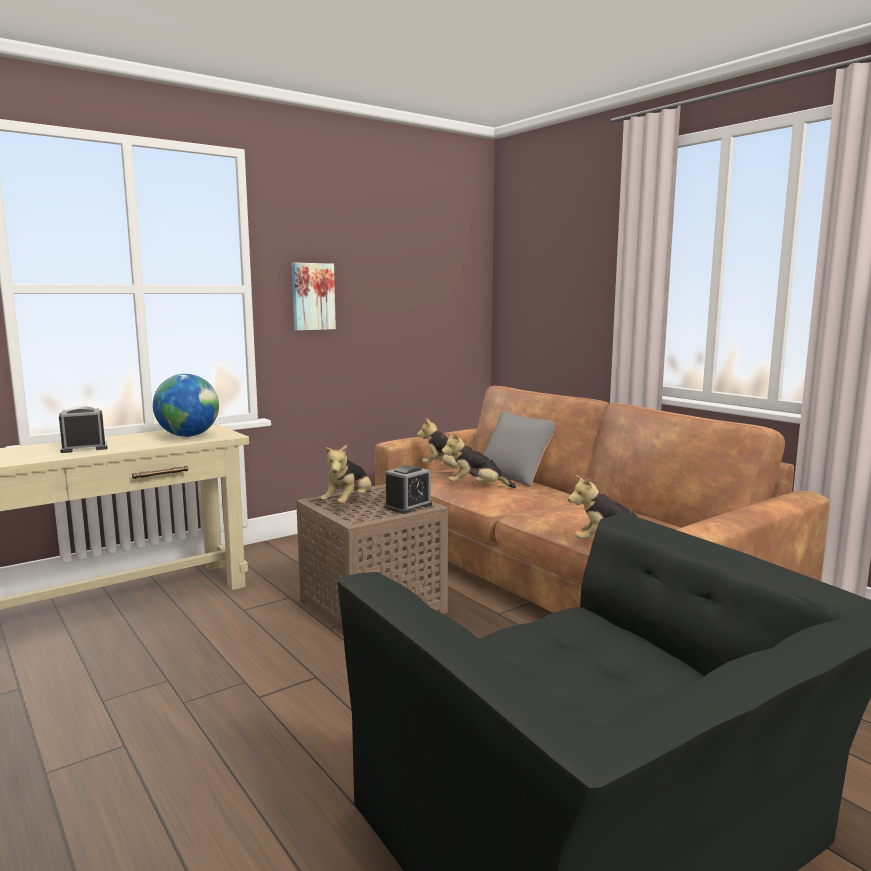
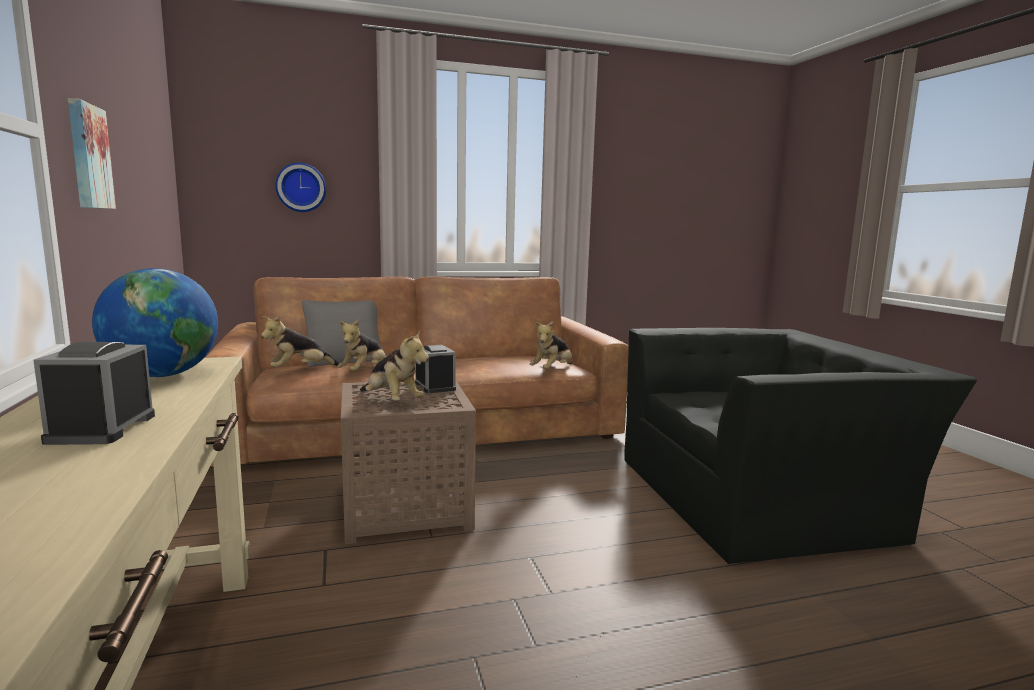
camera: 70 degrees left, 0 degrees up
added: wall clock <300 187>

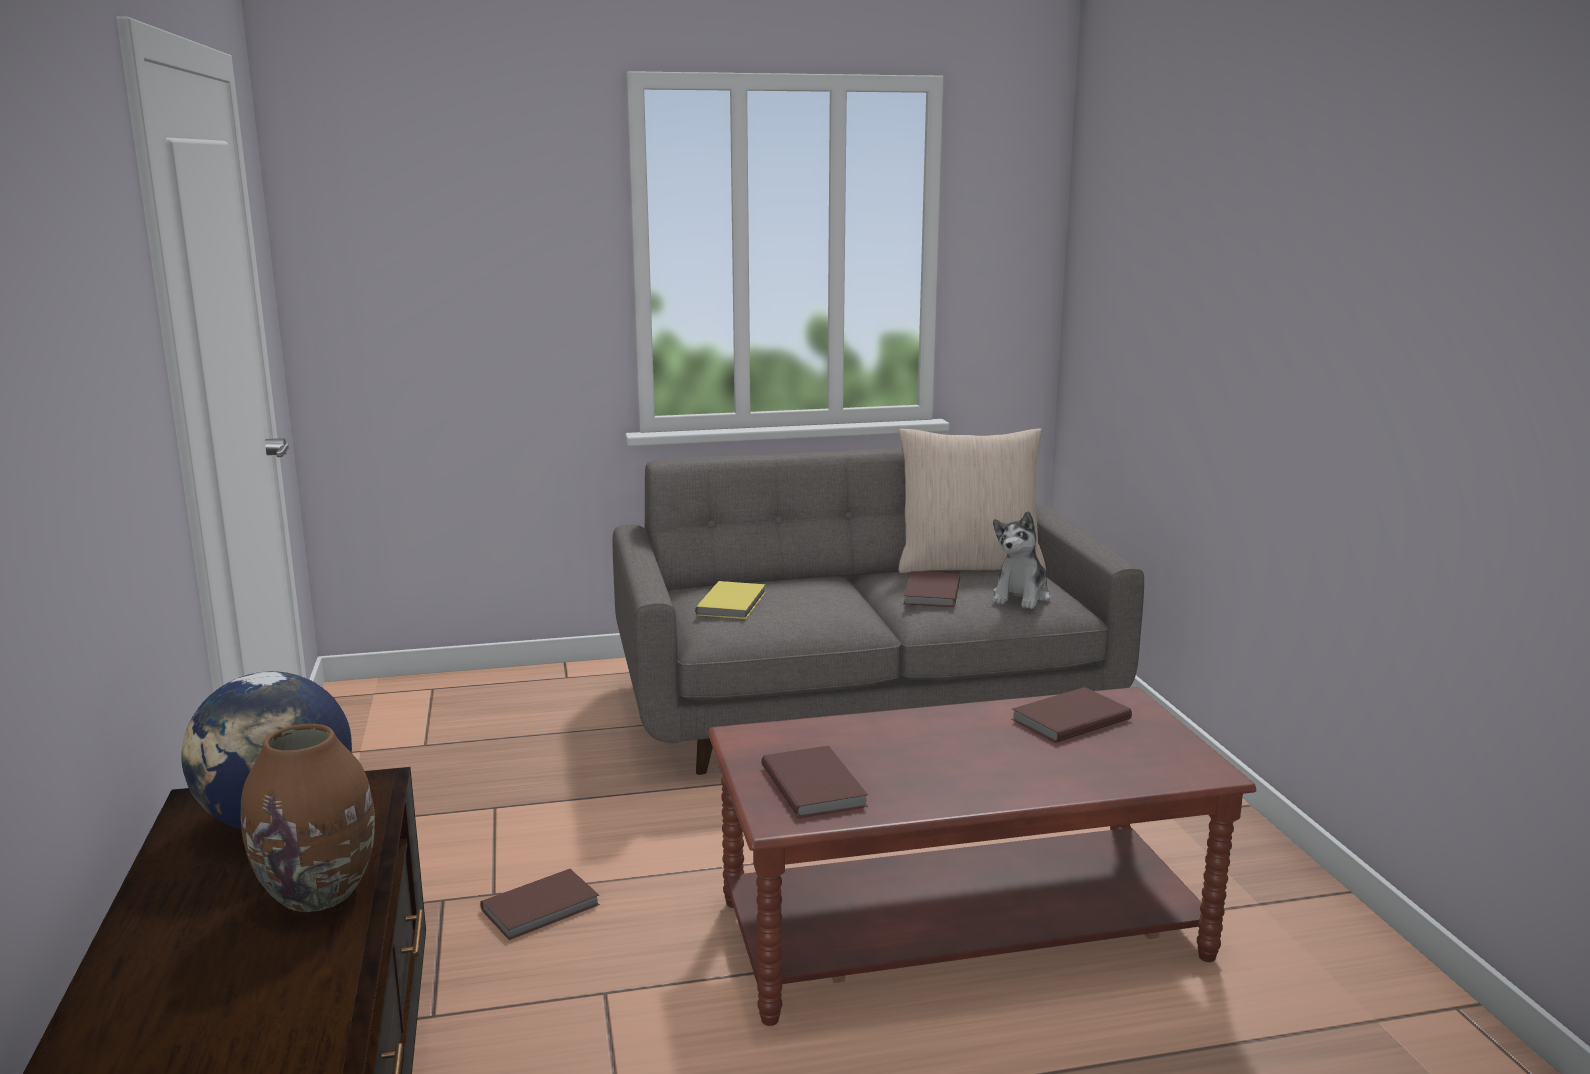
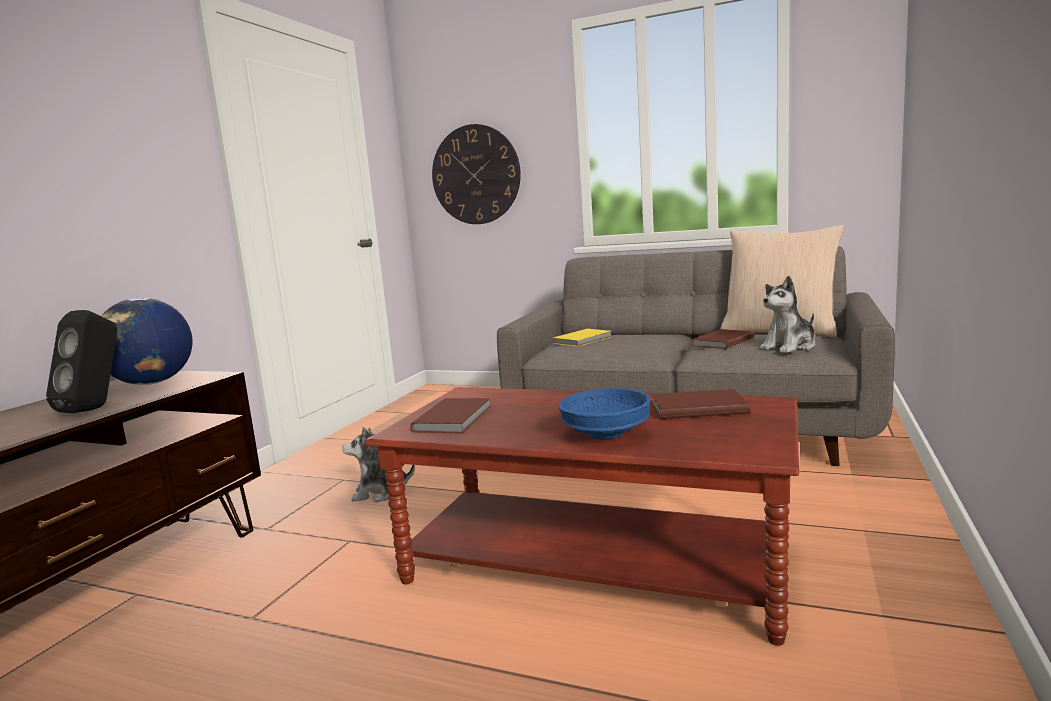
camera: 35 degrees right, 5 degrees down
added: wall clock <476 174>; blue bowl <604 414>
replaced: brown vase <308 818> to black speaker <81 361>; brown book <540 904> to plush toy <379 464>

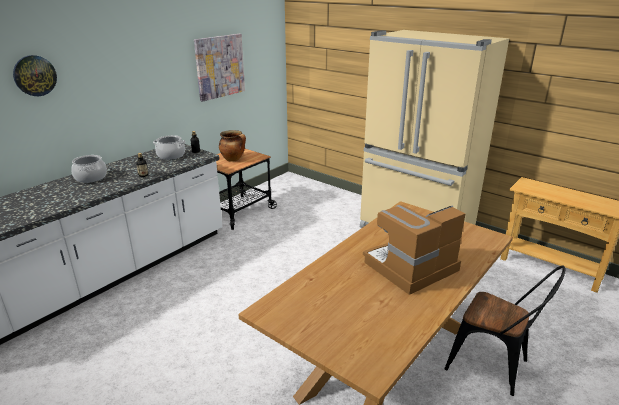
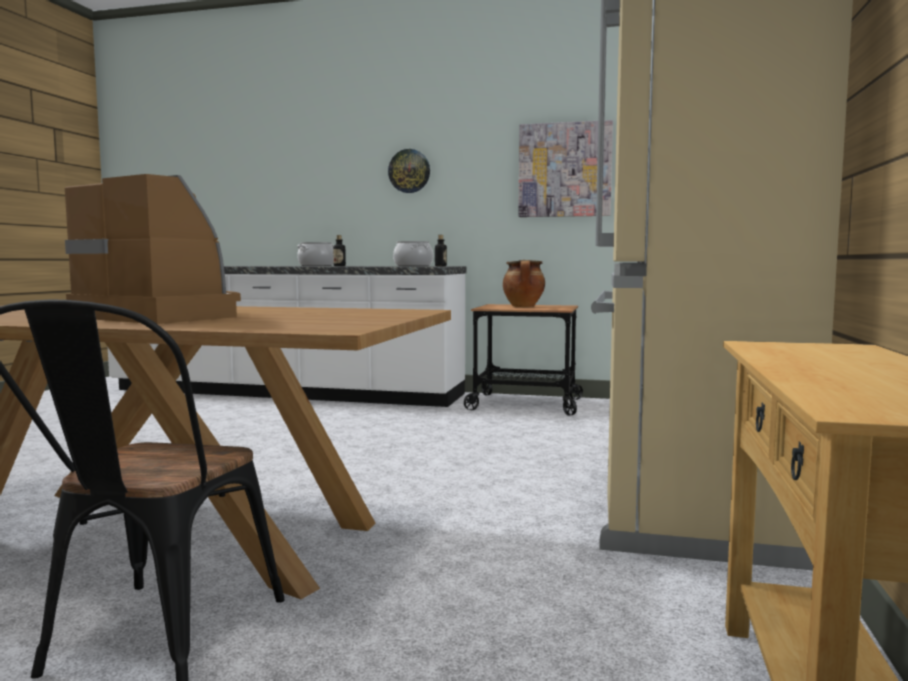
camera: 65 degrees right, 20 degrees down
moved: wall clock <35 75> to <409 171>

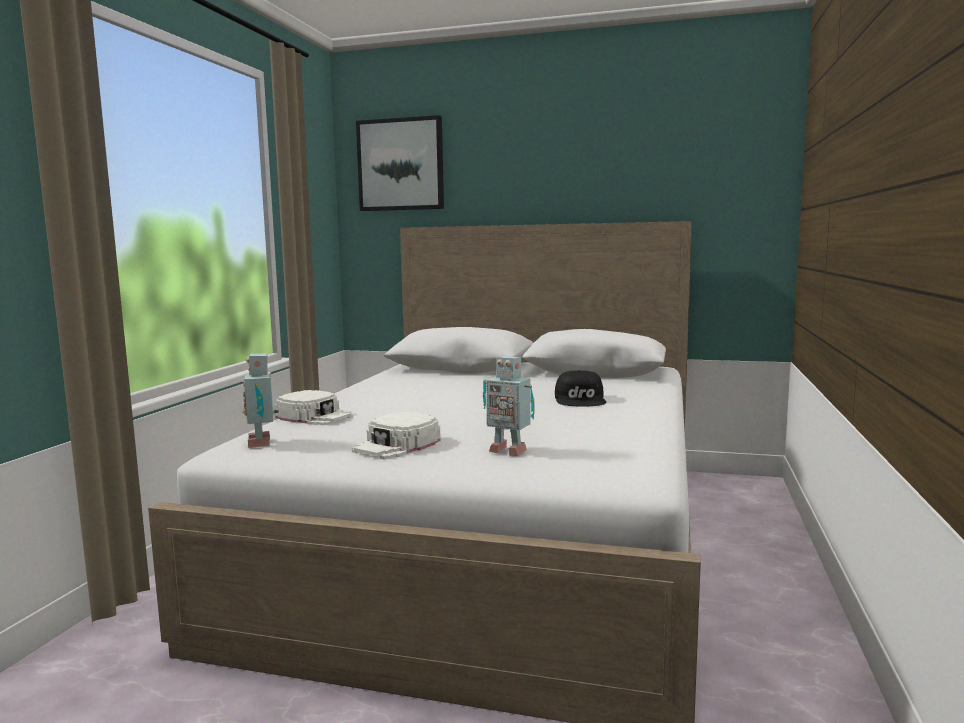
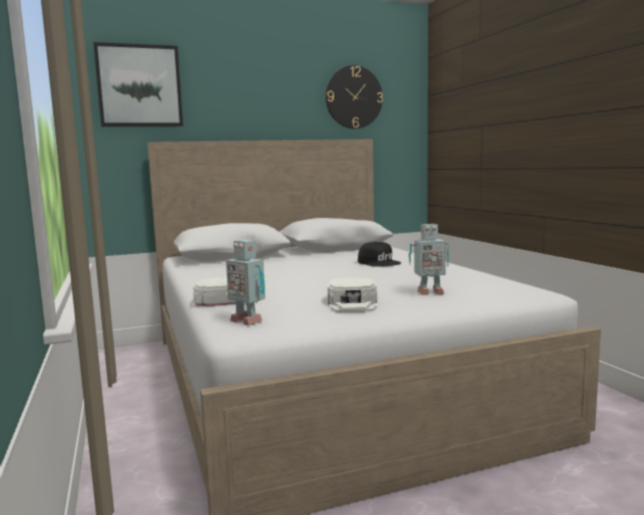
camera: 35 degrees left, 0 degrees up
added: wall clock <354 97>

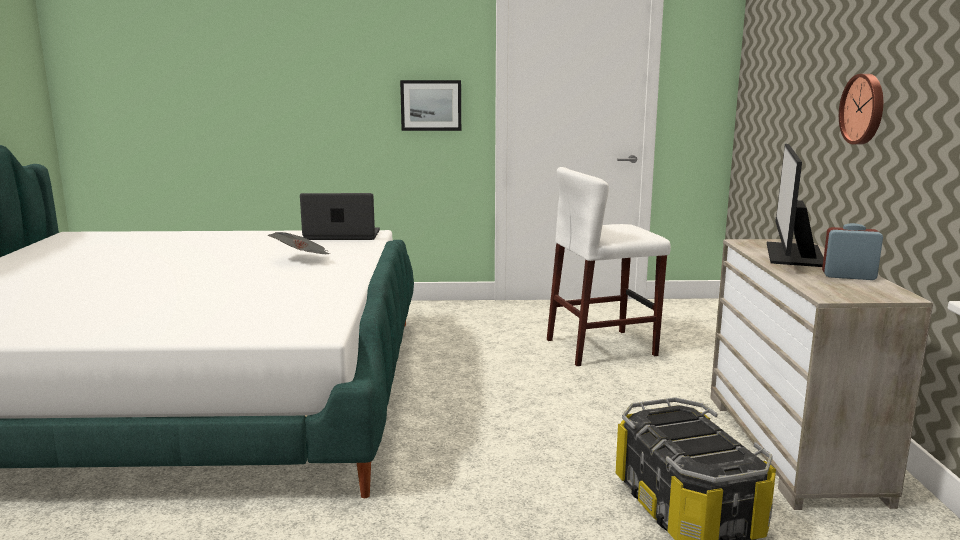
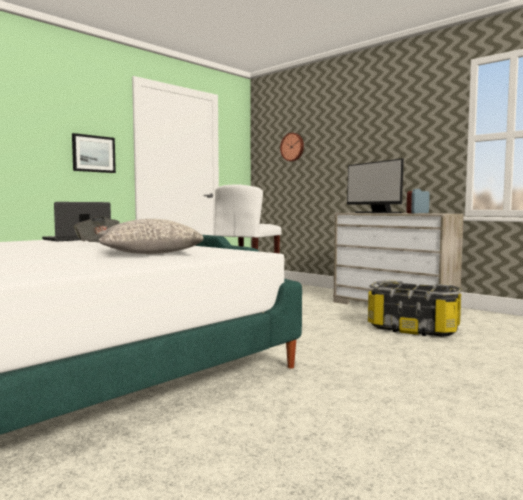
camera: 45 degrees left, 10 degrees down
added: grey pillow <150 236>
moved: wall clock <861 109> to <292 147>

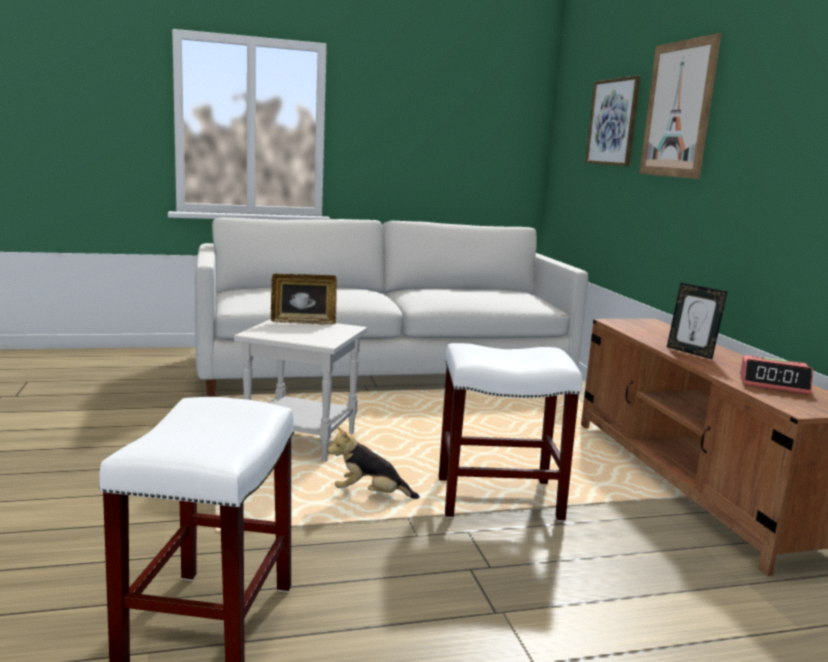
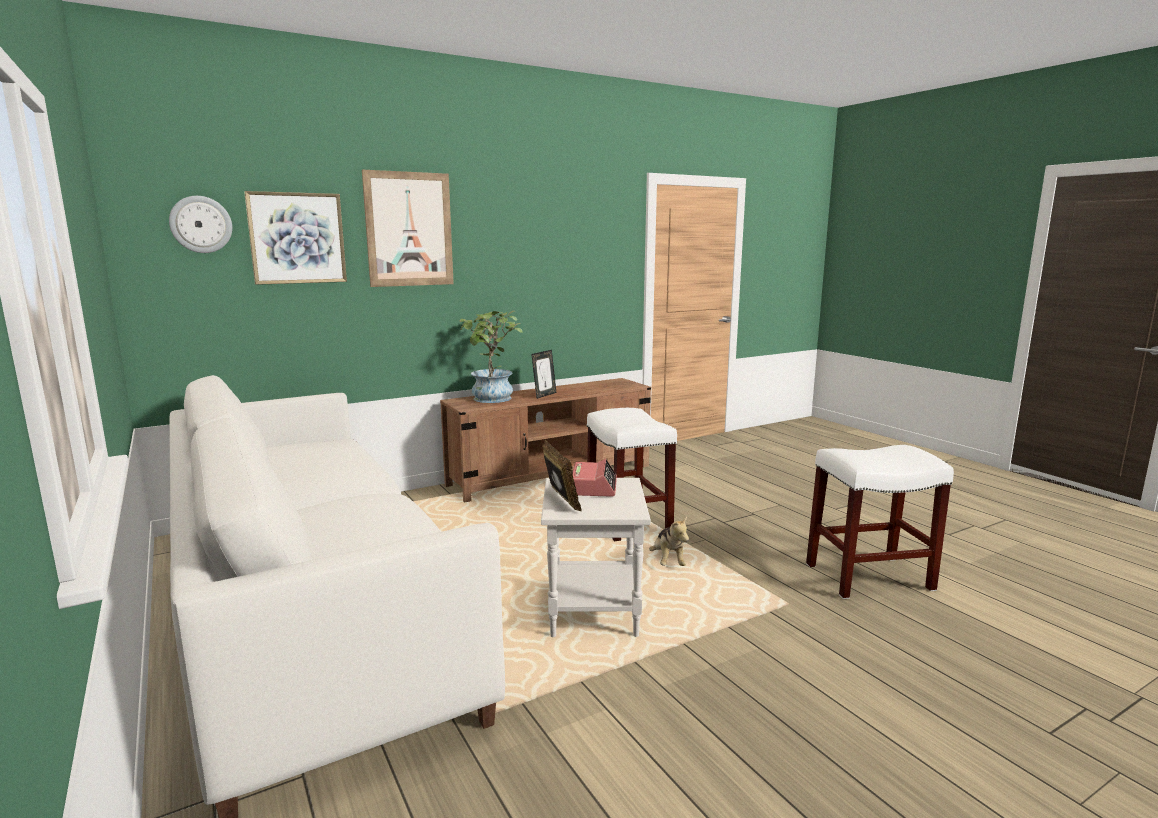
camera: 105 degrees left, 0 degrees up
added: wall clock <200 224>; potted plant <490 357>
moved: alarm clock <776 375> to <595 478>

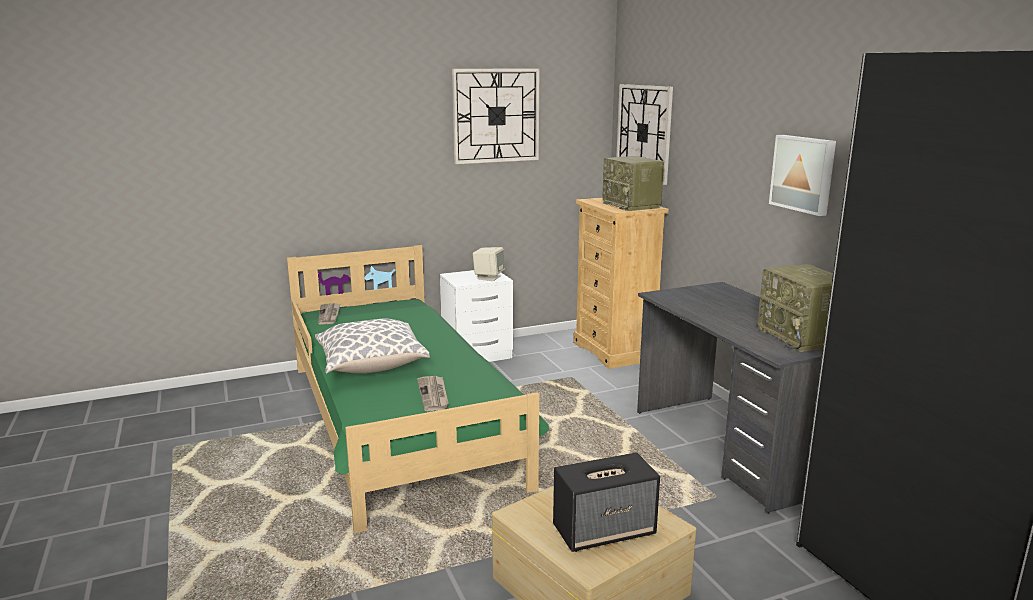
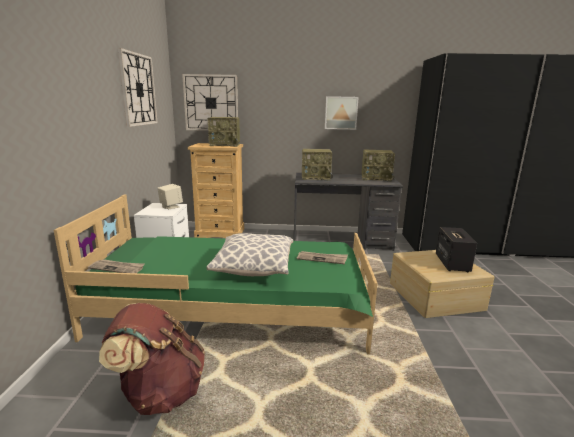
camera: 65 degrees left, 0 degrees up
added: brown backpack <152 359>; radio <317 164>

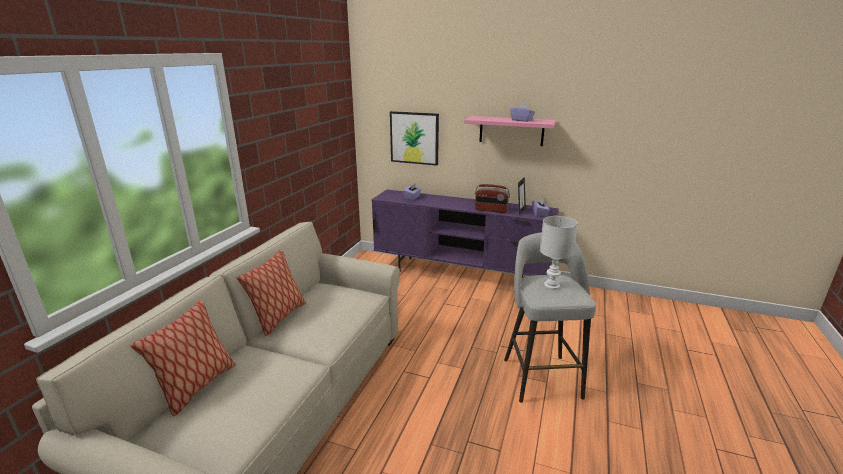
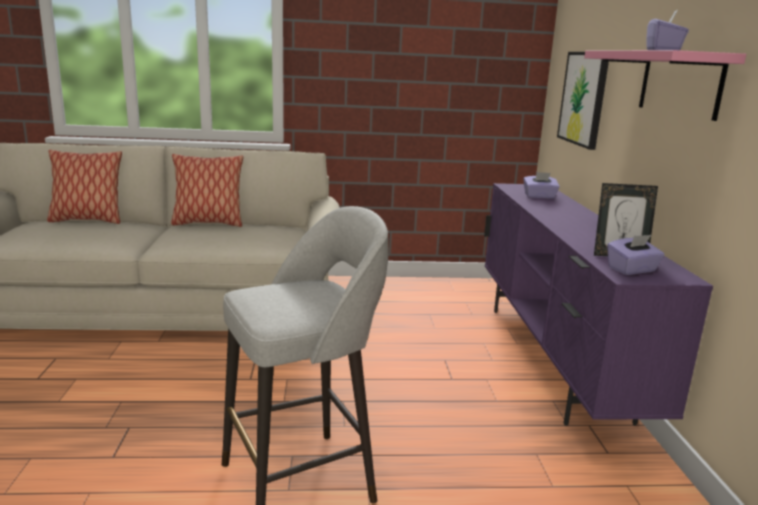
camera: 65 degrees right, 5 degrees down
removed: radio <492 198>; white table lamp <559 253>

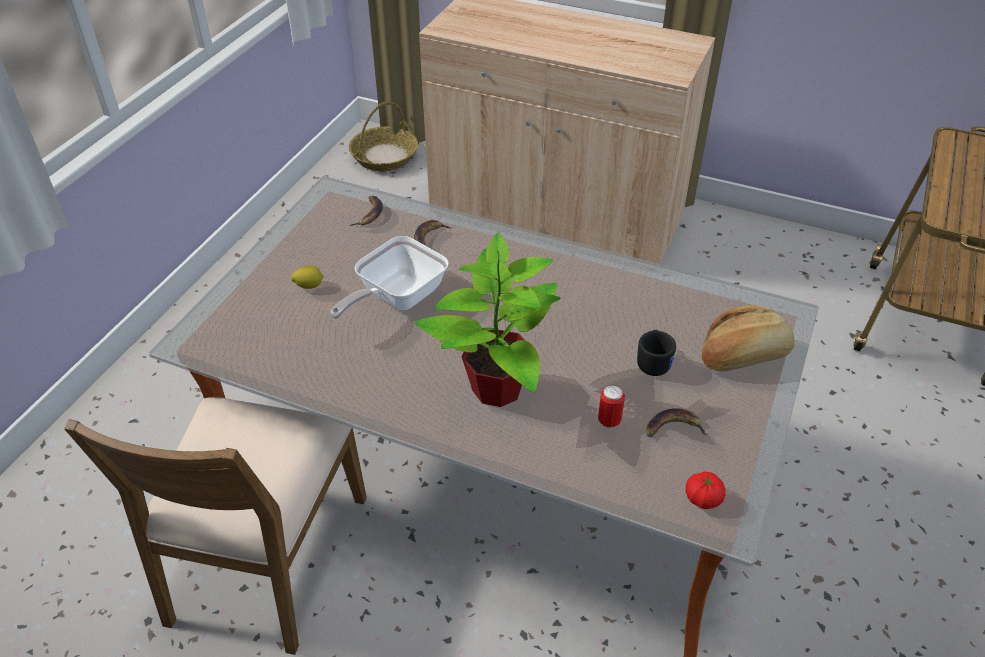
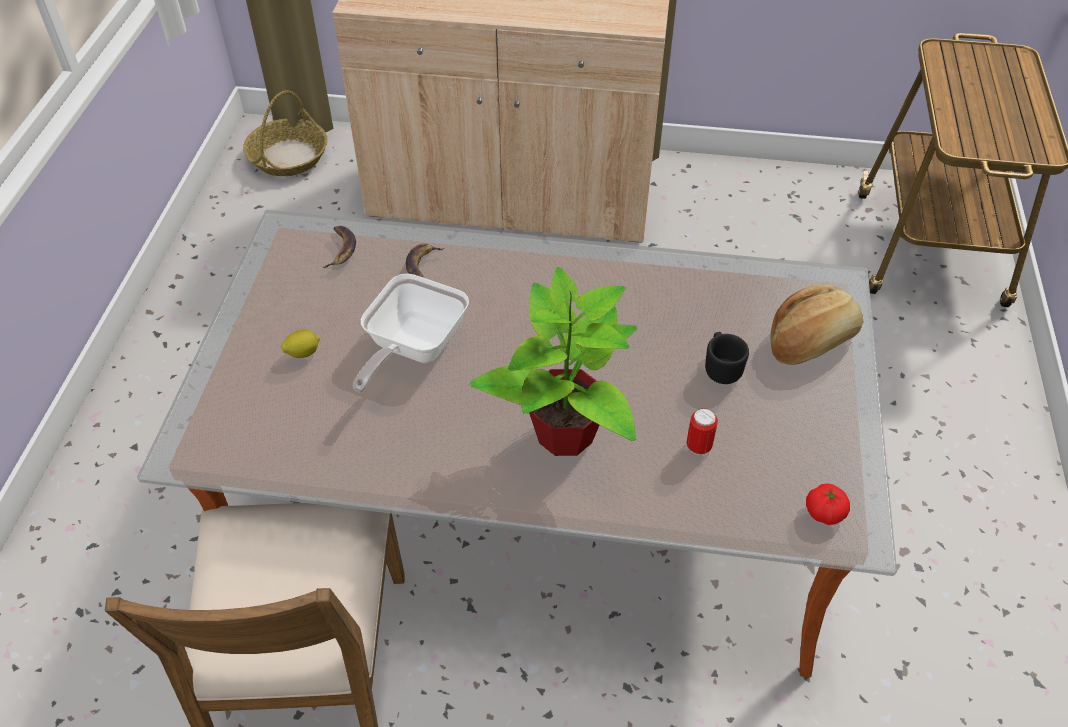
camera: 15 degrees left, 5 degrees up
removed: banana <676 422>

